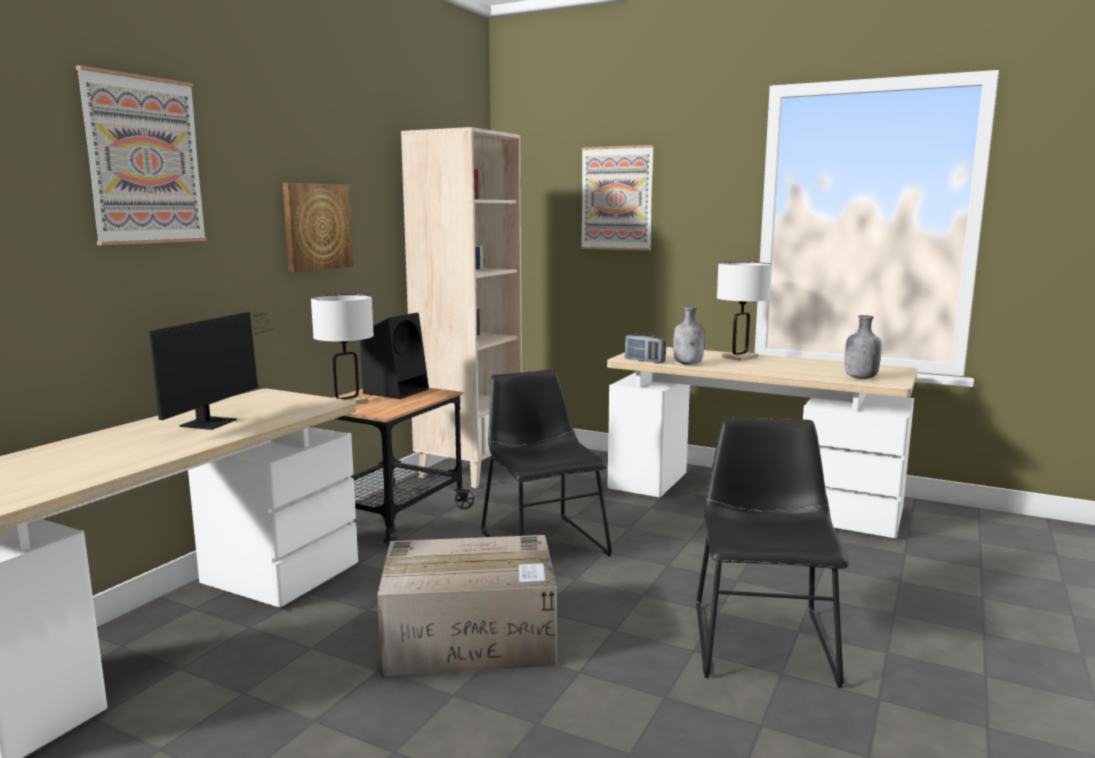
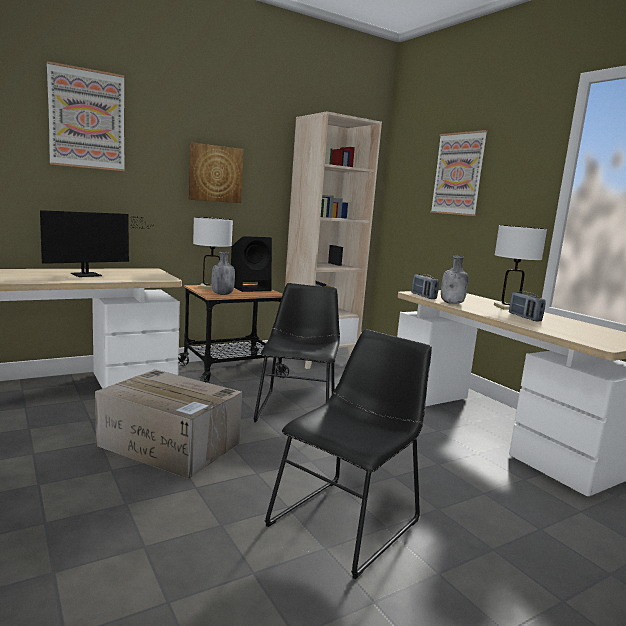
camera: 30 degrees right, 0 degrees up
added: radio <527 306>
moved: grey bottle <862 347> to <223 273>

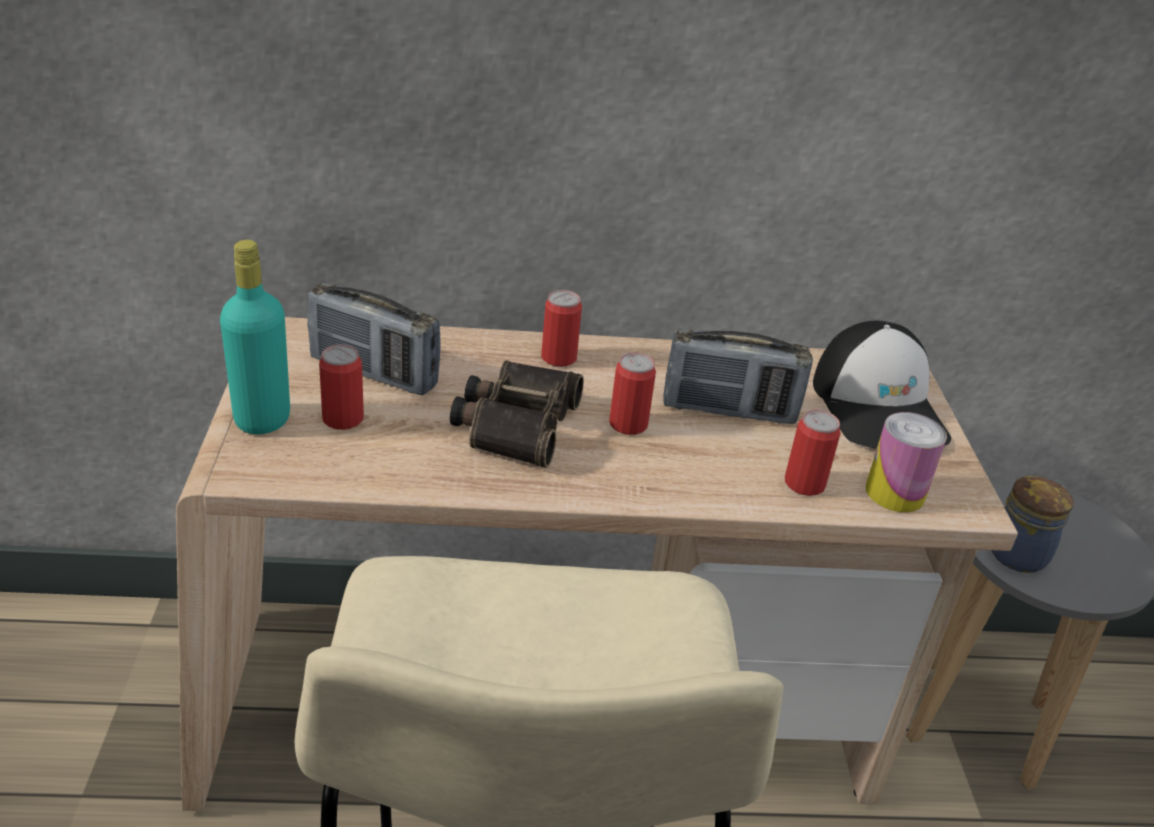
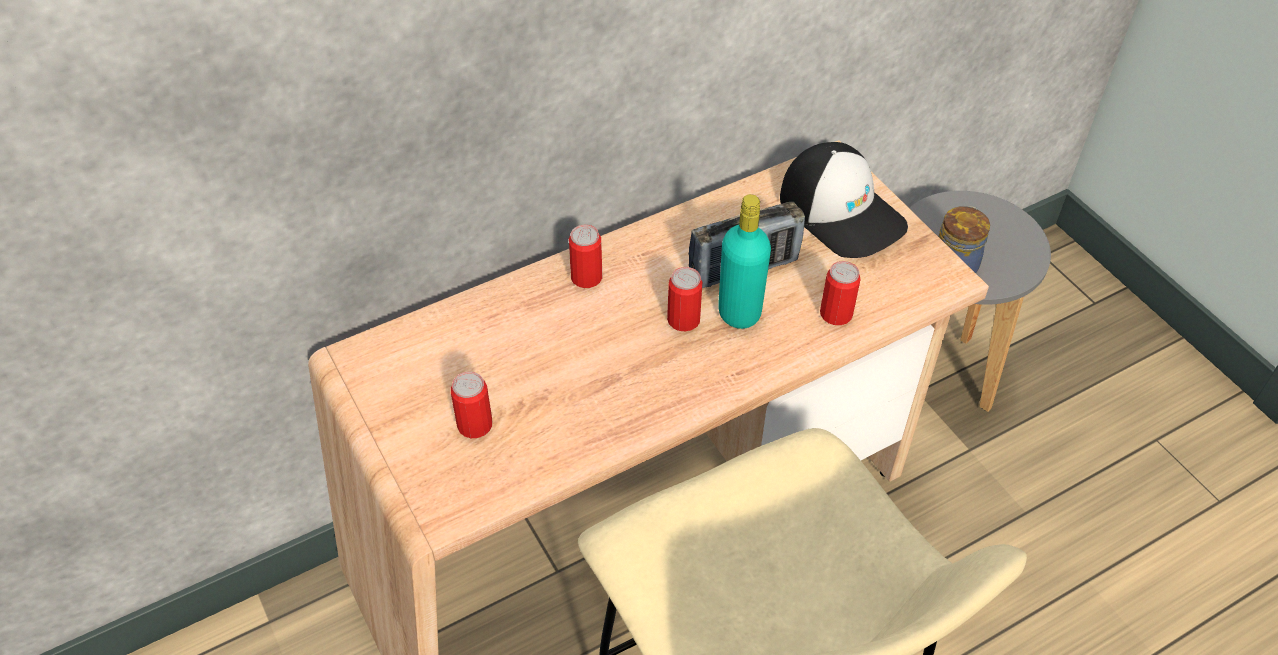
camera: 25 degrees left, 15 degrees up
removed: radio <374 338>; binoculars <517 414>; can <906 462>
moved: turquoise bottle <255 337> to <744 261>

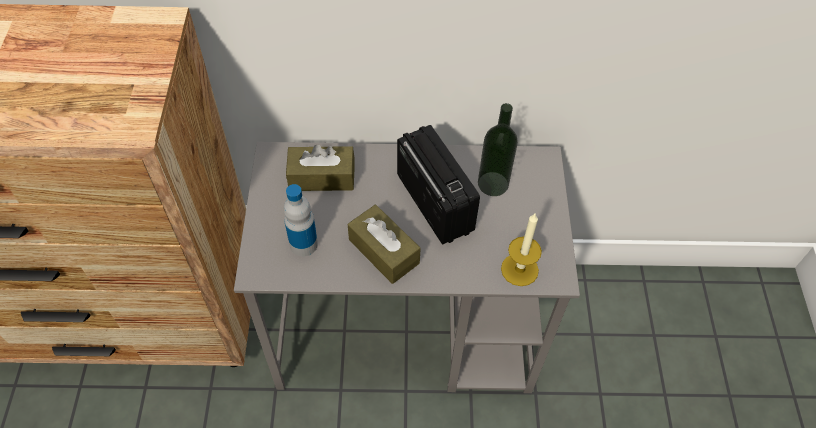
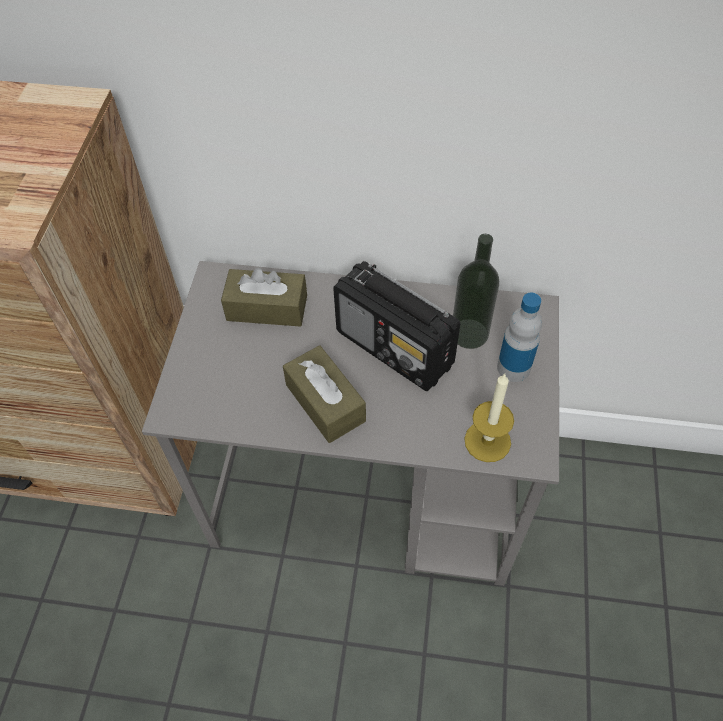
camera: 10 degrees right, 0 degrees up
moved: bottle <301 220> to <519 337>
turned: radio <438 184> = <396 326> 150 degrees clockwise

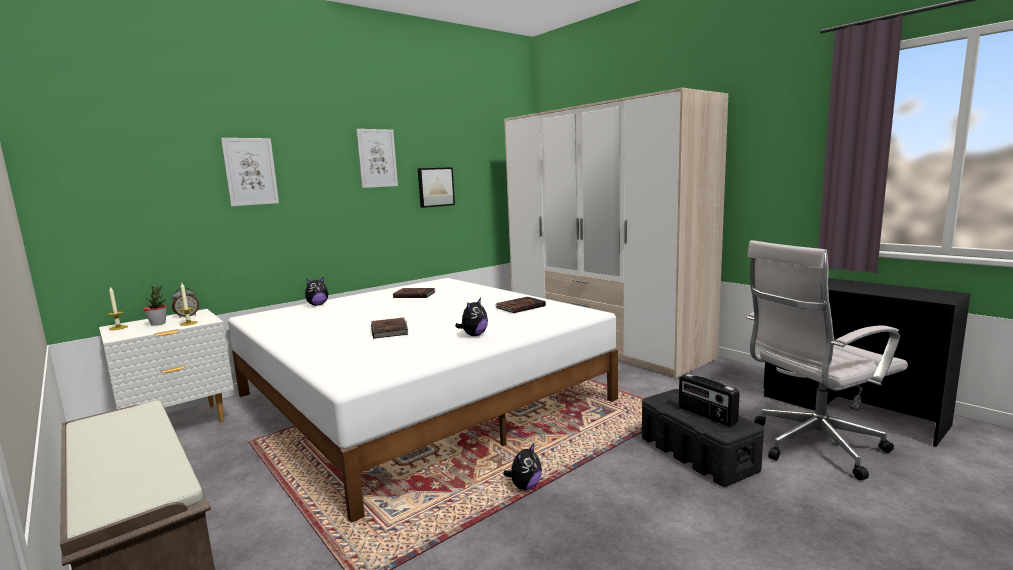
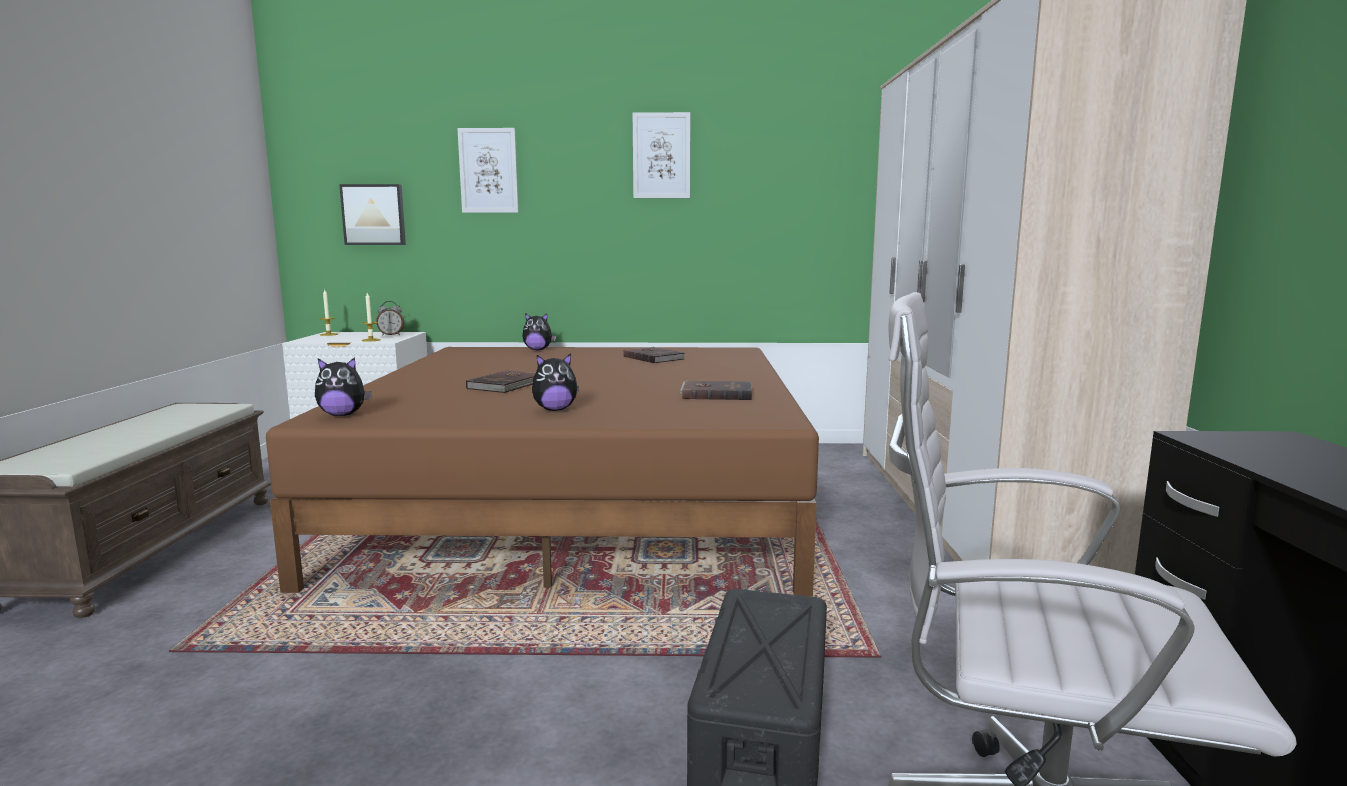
camera: 40 degrees right, 0 degrees up
removed: potted plant <155 306>; radio <709 400>
moved: picture <436 187> to <372 214>; plush toy <522 466> to <343 386>
recoloured: white bed <423 400> to brown bed <542 471>

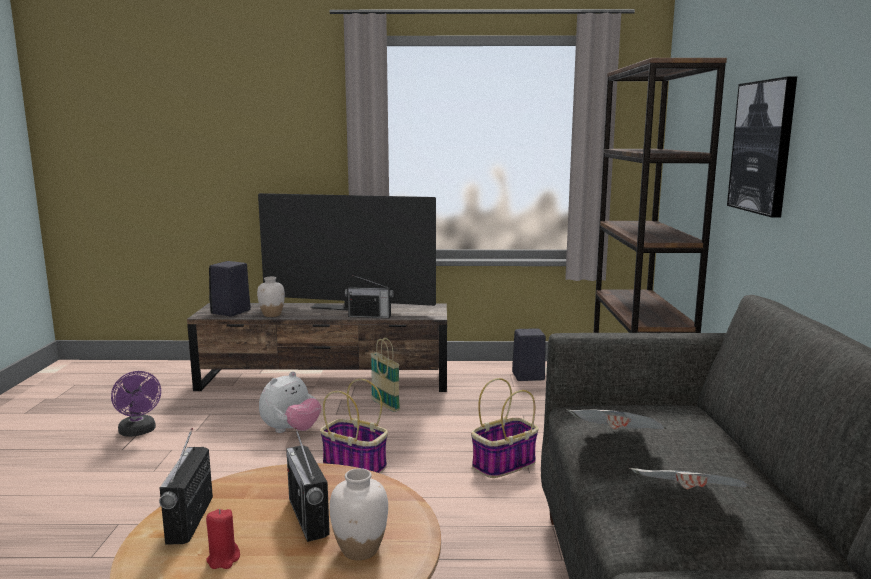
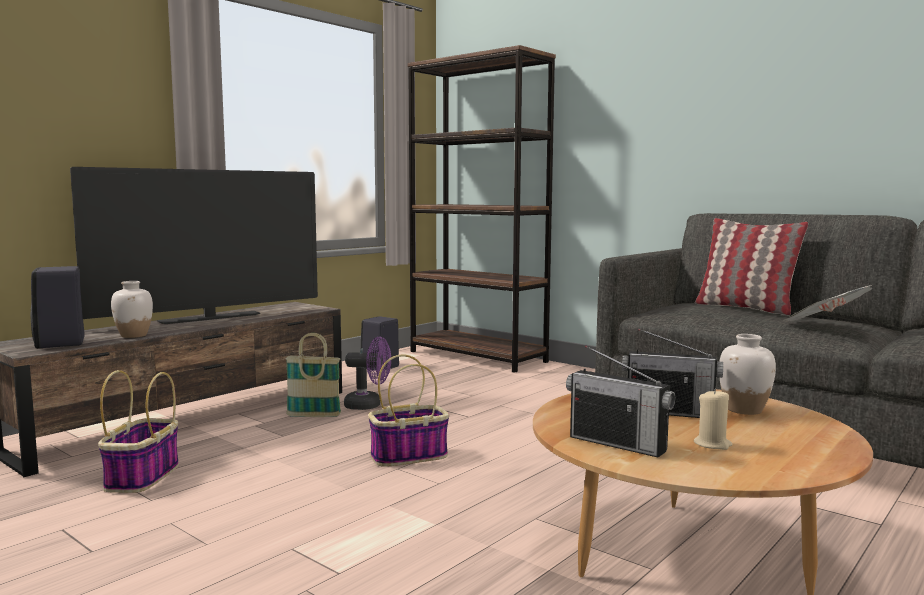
camera: 50 degrees left, 5 degrees down
removed: plush toy <290 402>; radio <369 296>; newspaper <616 419>; picture <762 147>
added: pillow <751 266>
moved: purple fan <136 404> to <367 373>; basket <504 428> to <138 431>
recoloured: red candle <223 539> to beige candle <713 419>

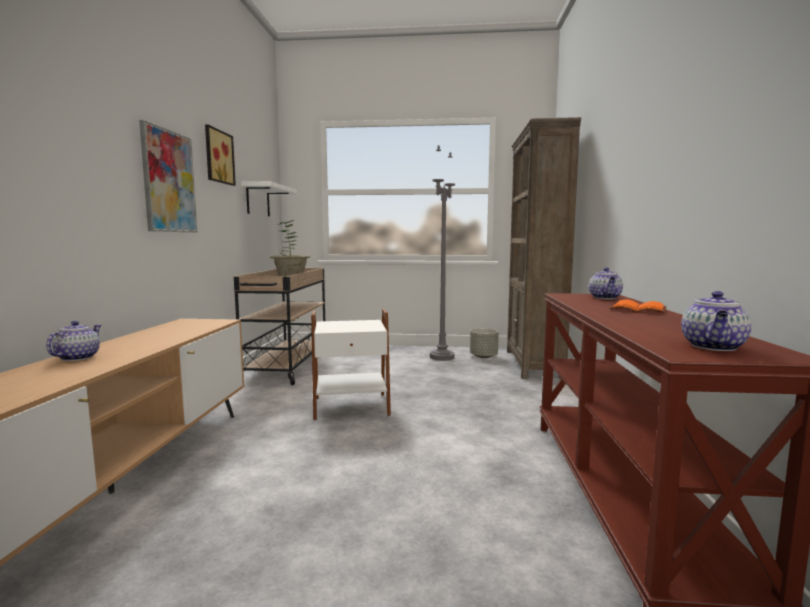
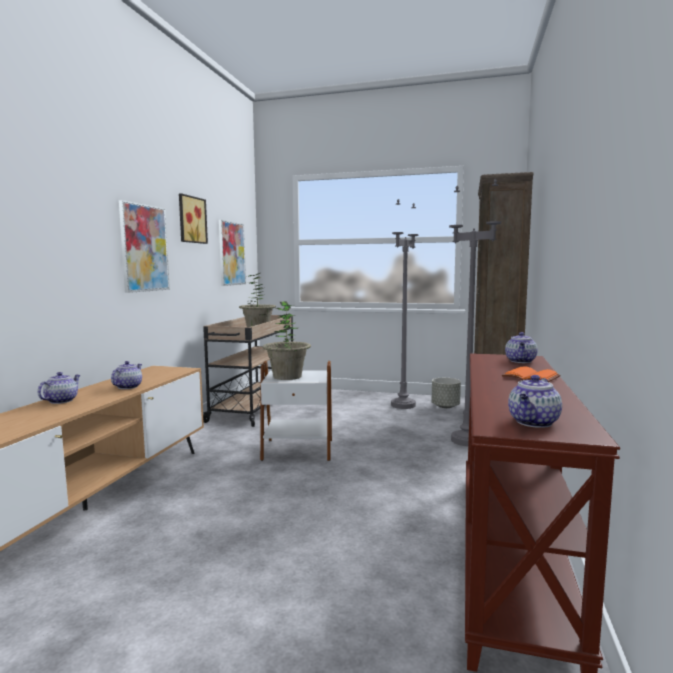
camera: 10 degrees right, 0 degrees up
added: teapot <126 375>; potted plant <286 340>; grey floor lamp <475 312>
replaced: white shelf <269 198> to picture <232 253>

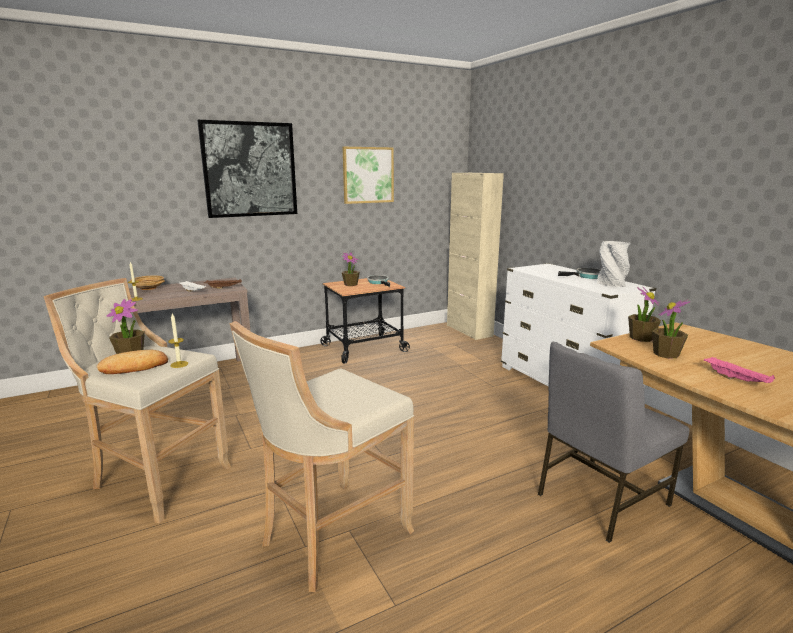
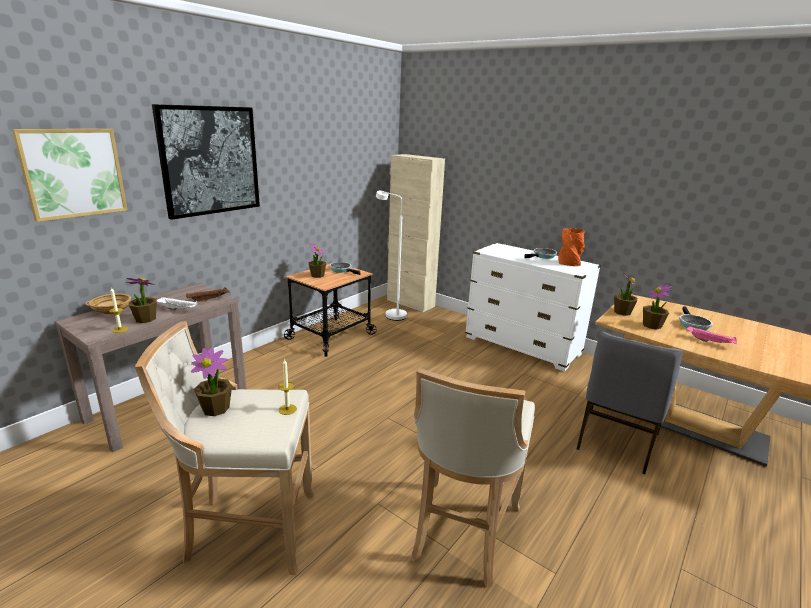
camera: 25 degrees left, 5 degrees up
removed: bread <132 362>
added: potted plant <141 300>; white floor lamp <391 256>; frying pan <696 318>
moved: picture <368 175> to <69 175>
recoloured: grey vase <614 264> to orange vase <571 247>

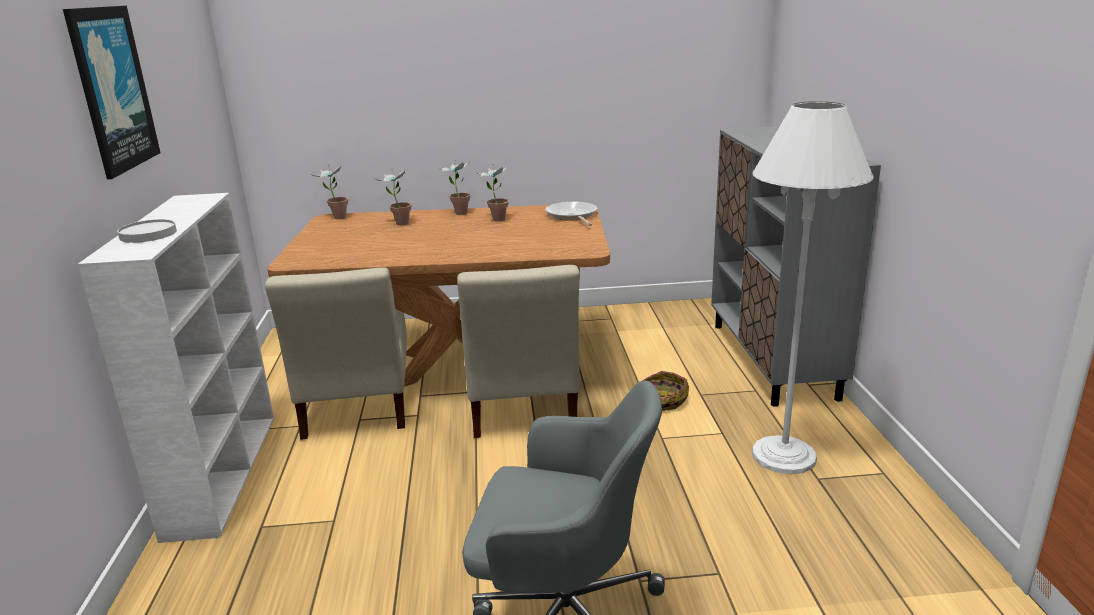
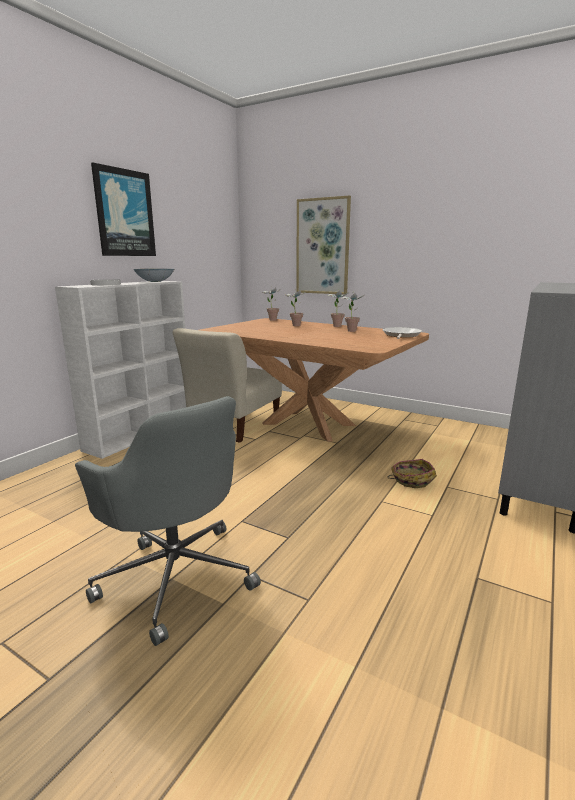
camera: 35 degrees right, 5 degrees down
removed: beige chair <518 351>; white floor lamp <813 287>
added: bowl <153 275>; picture <323 245>

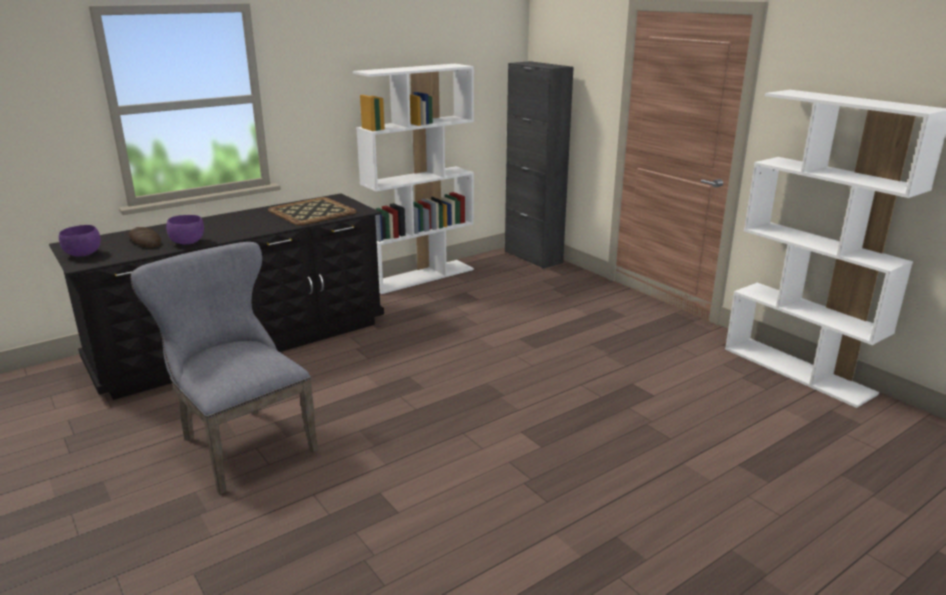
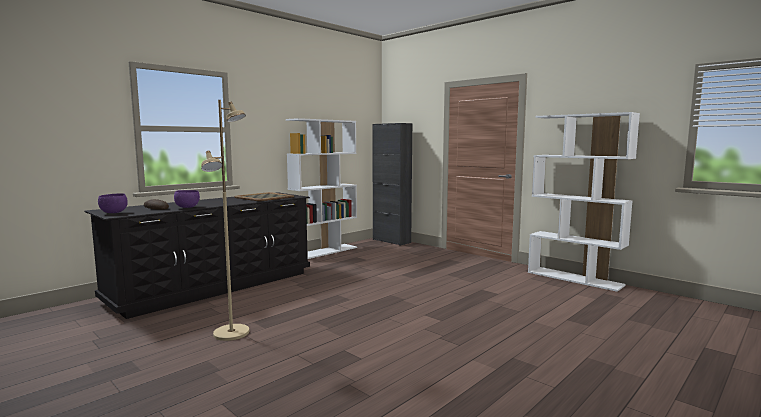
camera: 10 degrees left, 15 degrees down
replaced: grey chair <224 368> to beige floor lamp <225 220>

